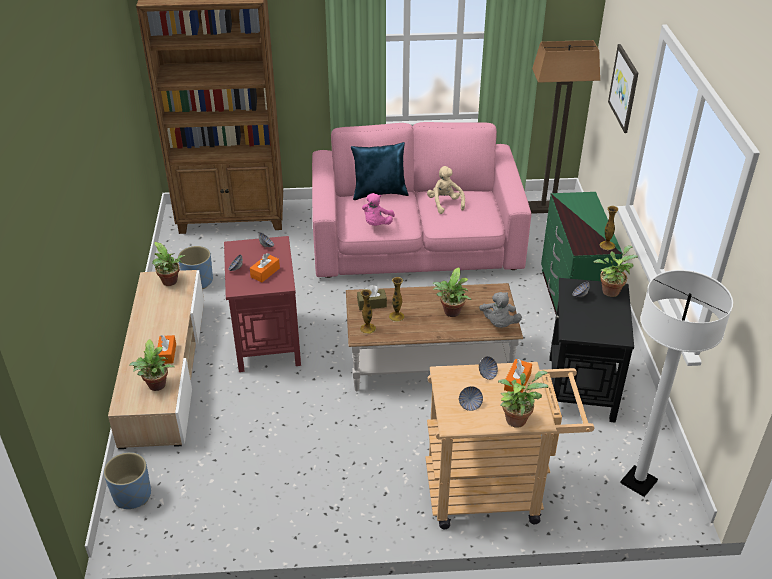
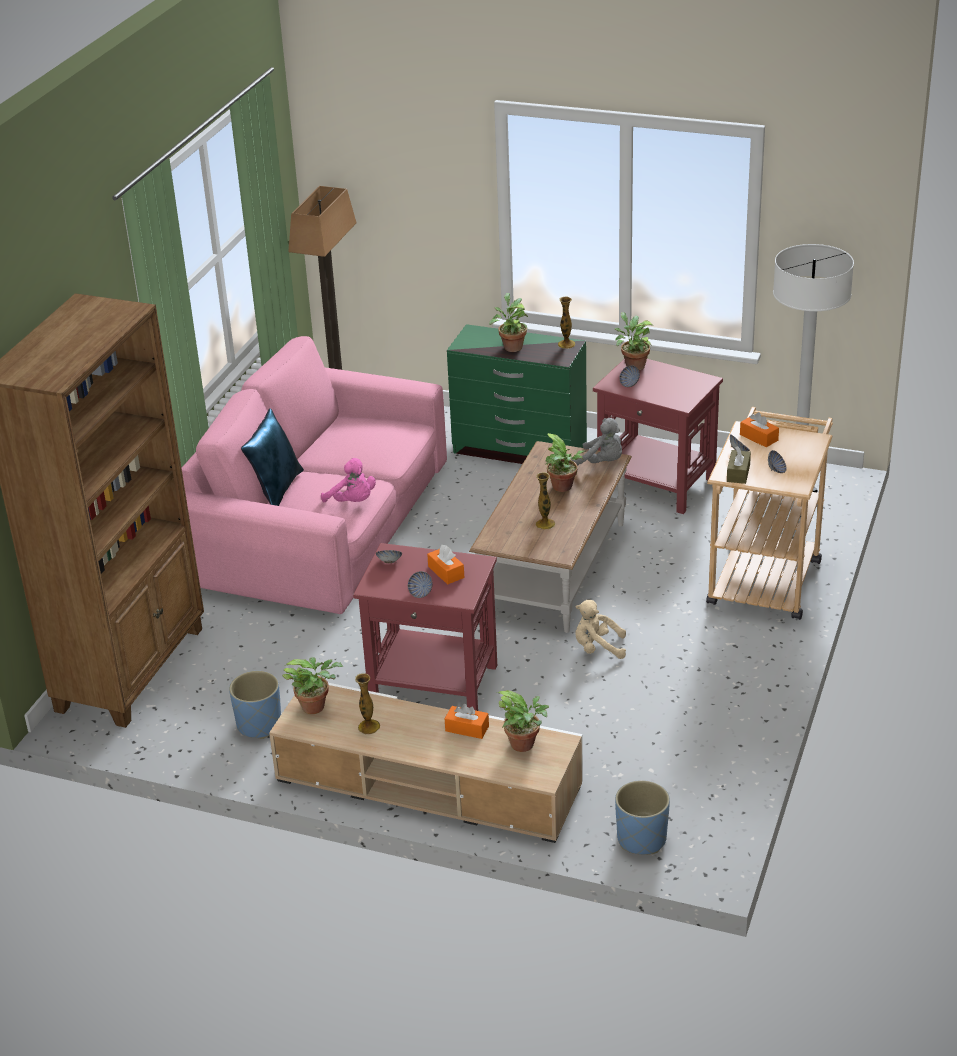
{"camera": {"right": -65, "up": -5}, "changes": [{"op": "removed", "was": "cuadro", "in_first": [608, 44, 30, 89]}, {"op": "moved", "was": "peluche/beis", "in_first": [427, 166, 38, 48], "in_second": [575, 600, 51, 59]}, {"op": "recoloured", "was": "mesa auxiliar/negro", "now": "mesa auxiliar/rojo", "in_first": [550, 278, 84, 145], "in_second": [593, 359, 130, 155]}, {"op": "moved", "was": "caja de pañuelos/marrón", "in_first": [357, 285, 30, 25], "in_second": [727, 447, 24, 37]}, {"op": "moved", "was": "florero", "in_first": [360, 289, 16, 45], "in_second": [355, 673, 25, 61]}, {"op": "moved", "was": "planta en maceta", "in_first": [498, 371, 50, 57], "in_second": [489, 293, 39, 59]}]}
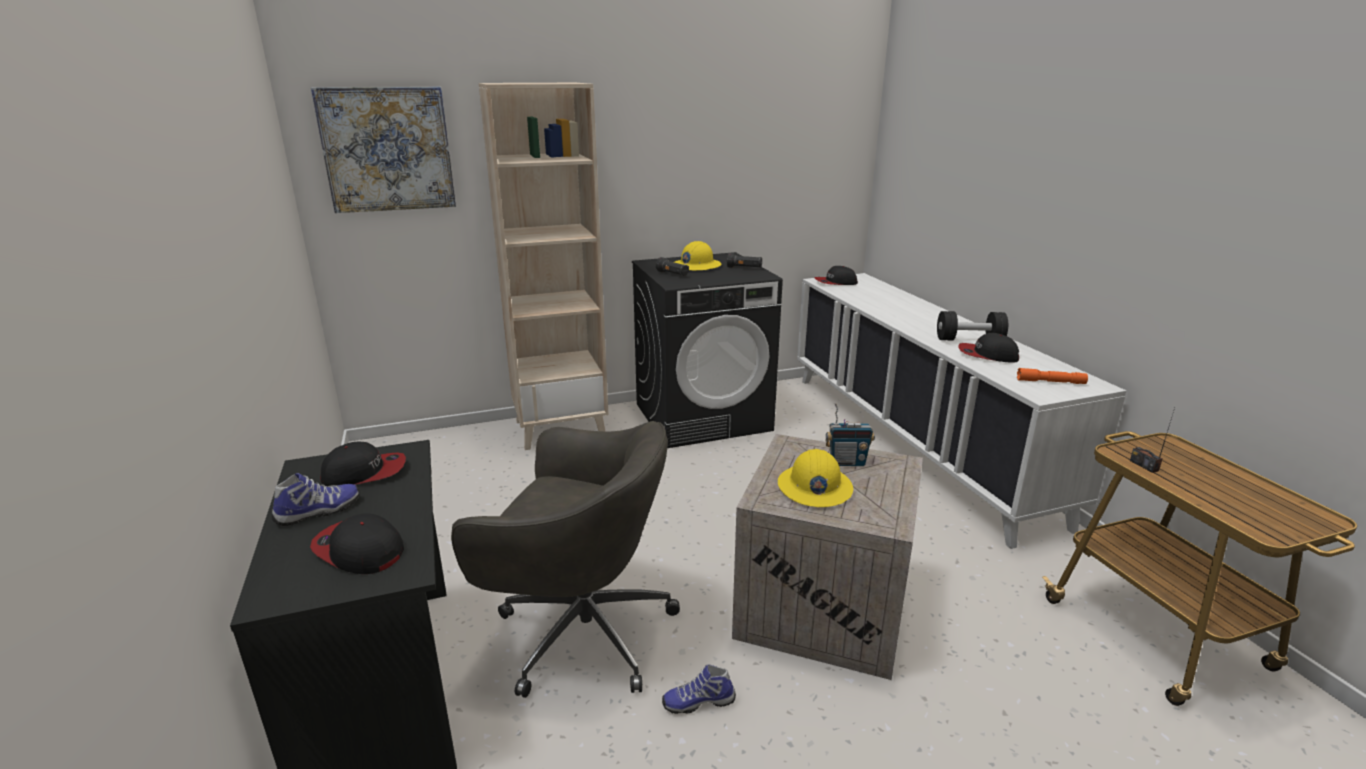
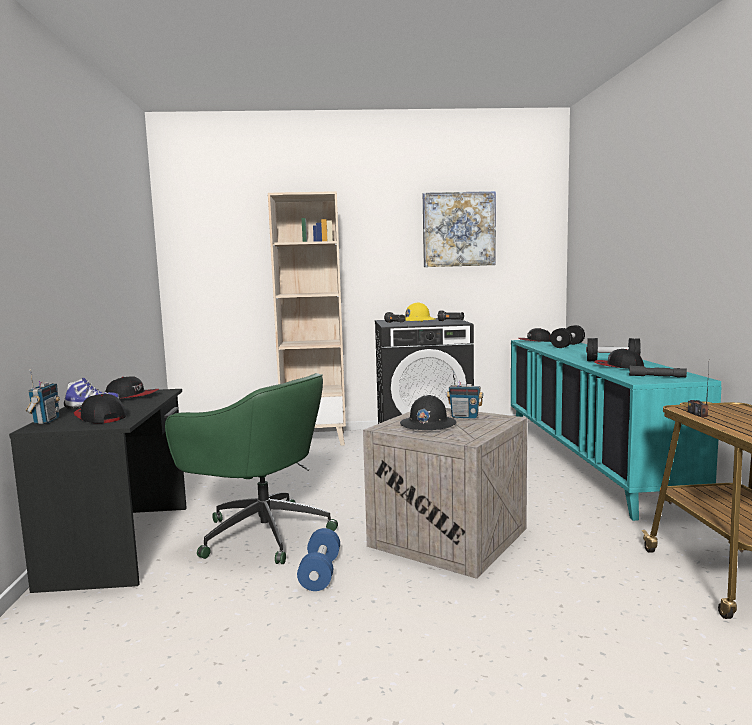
{"camera": {"right": 15, "up": -15}, "changes": [{"op": "moved", "was": "cuadro", "in_first": [311, 87, 145, 126], "in_second": [423, 191, 73, 76]}, {"op": "recoloured", "was": "armario/blanco", "now": "armario/turquesa", "in_first": [797, 273, 329, 276], "in_second": [511, 340, 211, 181]}, {"op": "recoloured", "was": "linterna/naranja", "now": "linterna/gris", "in_first": [1017, 368, 71, 16], "in_second": [629, 366, 58, 11]}, {"op": "recoloured", "was": "silla de oficina/gris", "now": "silla de oficina/verde", "in_first": [451, 421, 229, 277], "in_second": [165, 373, 173, 191]}, {"op": "recoloured", "was": "casco/amarillo", "now": "casco/negro", "in_first": [778, 449, 75, 58], "in_second": [400, 395, 57, 35]}, {"op": "replaced", "was": "zapato", "now": "mancuerna/azul", "in_first": [662, 664, 74, 50], "in_second": [297, 528, 43, 63]}, {"op": "added", "now": "mancuerna/negro", "in_second": [550, 325, 35, 23]}, {"op": "added", "now": "radio", "in_second": [26, 369, 34, 55]}]}
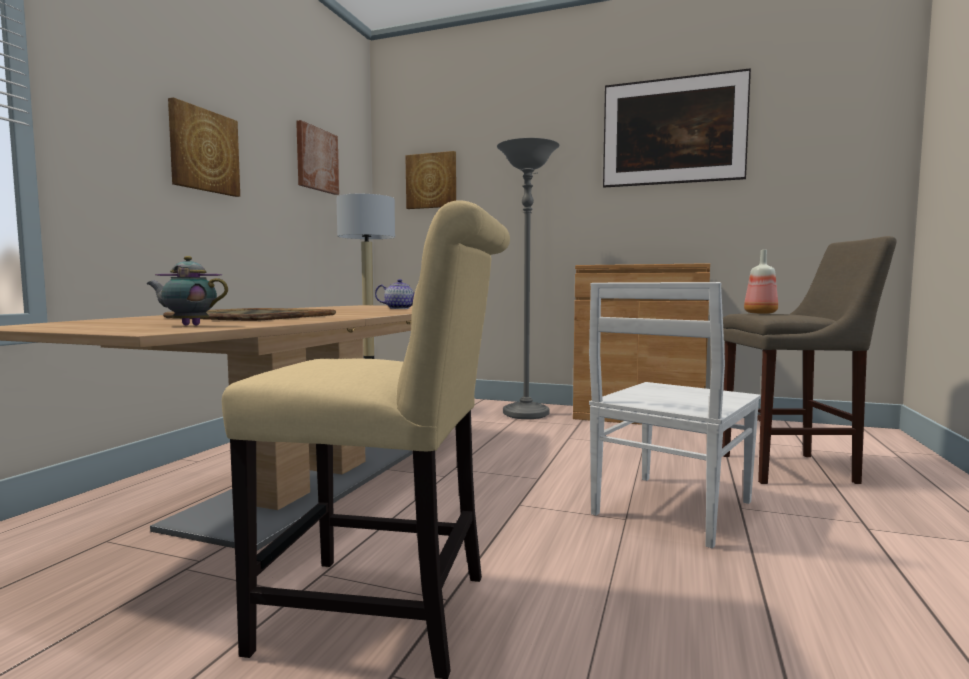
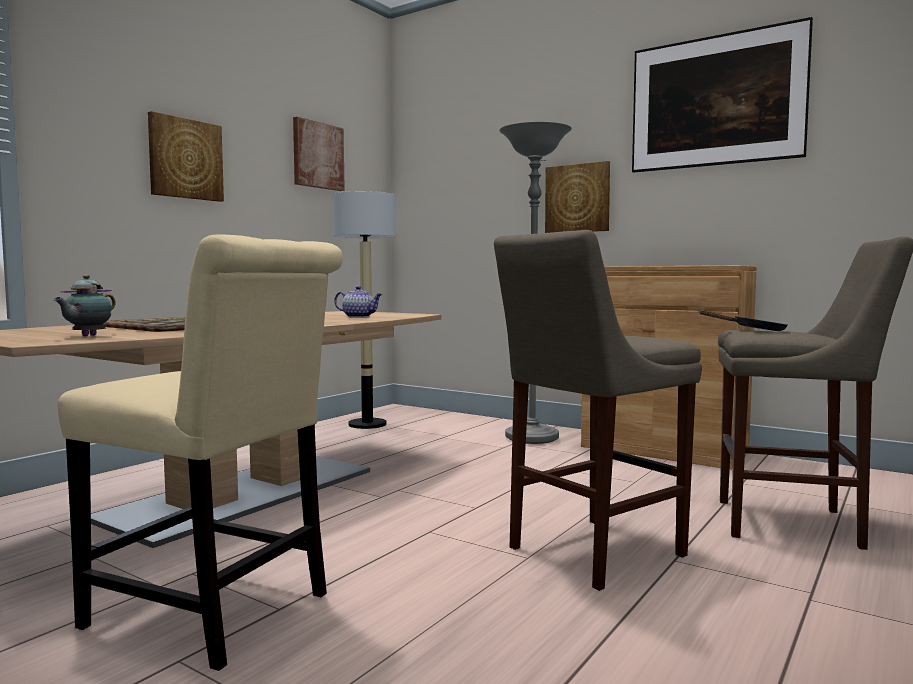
{"camera": {"right": 15, "up": 0}, "changes": [{"op": "moved", "was": "cuadro", "in_first": [405, 151, 51, 58], "in_second": [545, 161, 65, 72]}, {"op": "replaced", "was": "botella", "now": "sartén/negro", "in_first": [744, 250, 34, 64], "in_second": [699, 310, 88, 21]}, {"op": "turned", "was": "tetera", "in_first": [147, 256, 81, 69], "in_second": [54, 274, 61, 63], "clockwise": -90}, {"op": "replaced", "was": "silla/blanco", "now": "taburete/beis", "in_first": [589, 282, 172, 266], "in_second": [494, 230, 208, 361]}]}
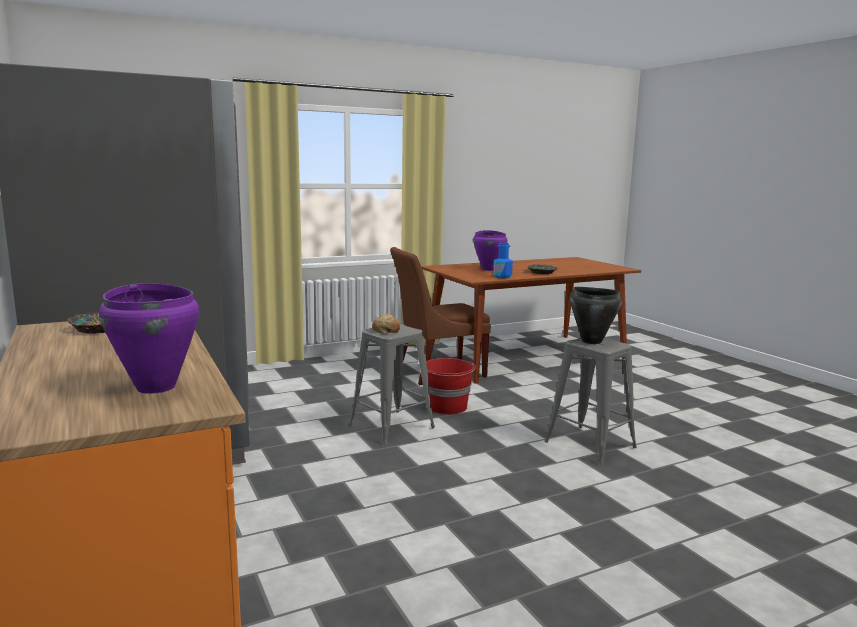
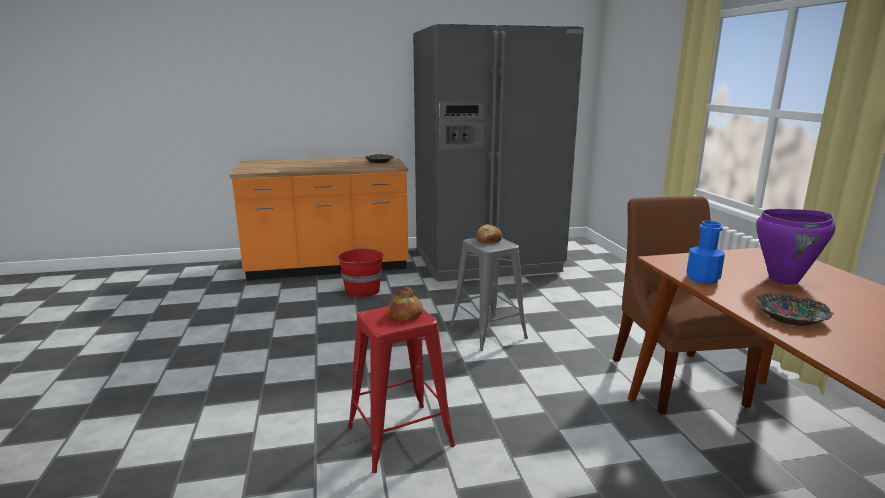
{"camera": {"right": 105, "up": 5}, "changes": [{"op": "removed", "was": "olla/morado", "in_first": [99, 283, 100, 111]}, {"op": "replaced", "was": "olla/negro", "now": "pan", "in_first": [570, 287, 52, 57], "in_second": [387, 286, 36, 34]}, {"op": "recoloured", "was": "taburete/gris", "now": "taburete/rojo", "in_first": [544, 338, 93, 127], "in_second": [348, 306, 107, 167]}, {"op": "moved", "was": "cubo/rojo", "in_first": [426, 358, 50, 57], "in_second": [336, 247, 47, 51]}]}
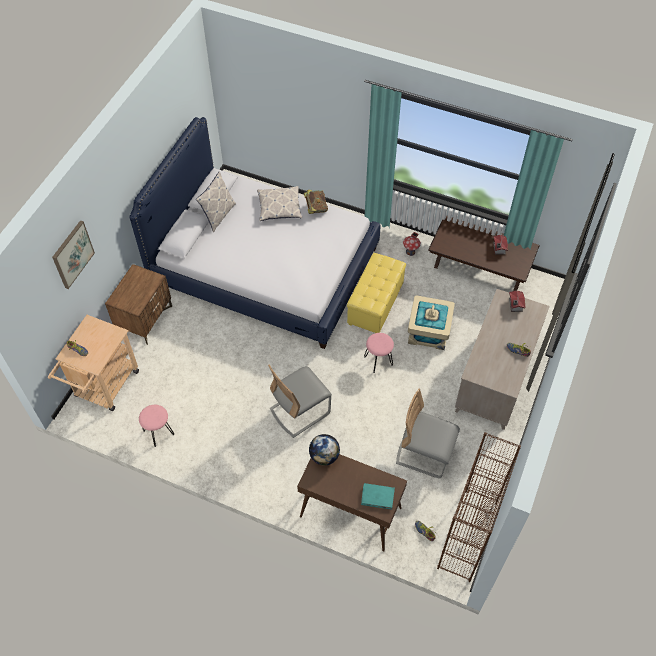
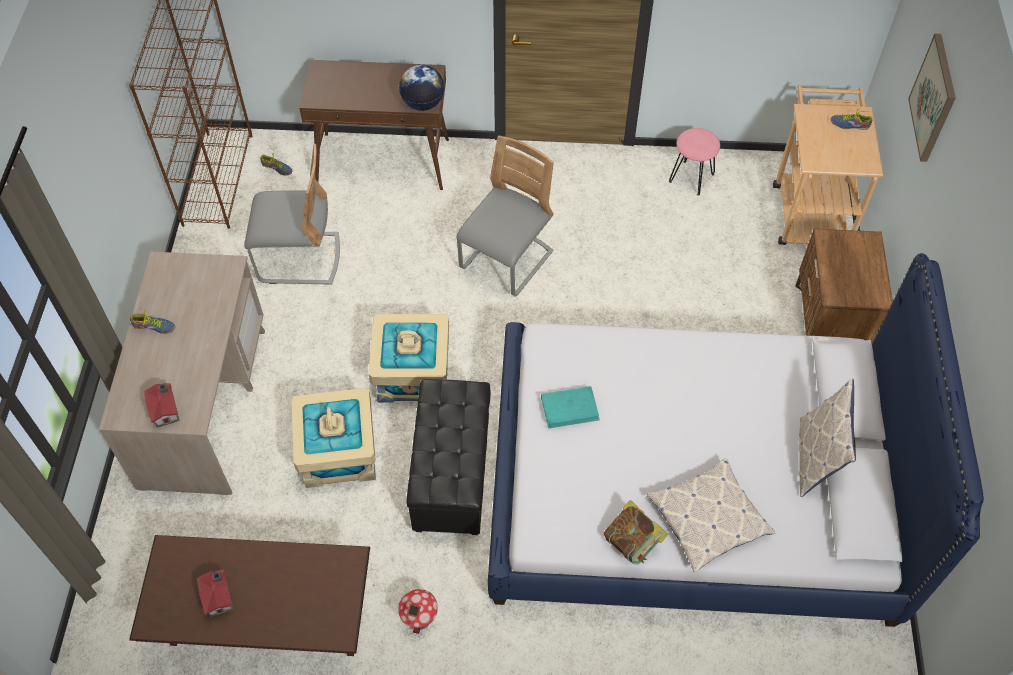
{"camera": {"right": 160, "up": 0}, "changes": [{"op": "recoloured", "was": "puf/amarillo", "now": "puf/negro", "in_first": [347, 253, 59, 80], "in_second": [406, 379, 85, 156]}, {"op": "replaced", "was": "taburete/rosa", "now": "caja de almacenaje/beis", "in_first": [364, 333, 30, 40], "in_second": [369, 314, 80, 89]}, {"op": "moved", "was": "libro/turquesa", "in_first": [361, 483, 34, 27], "in_second": [541, 386, 59, 42]}]}
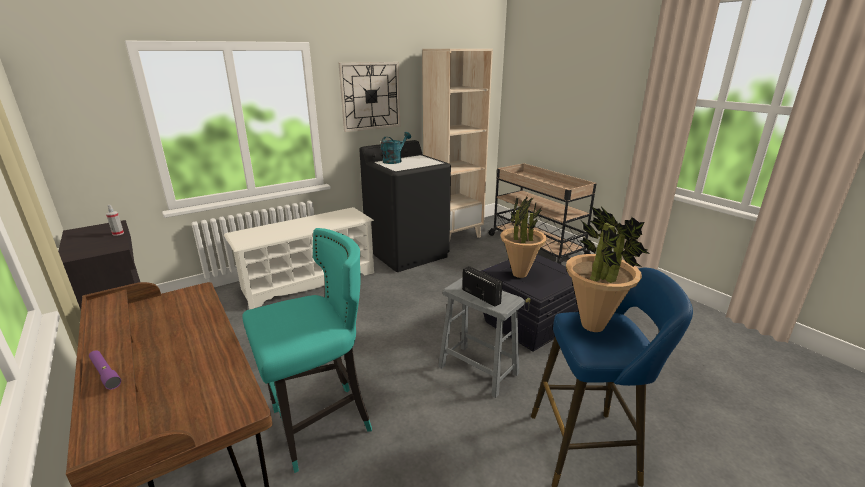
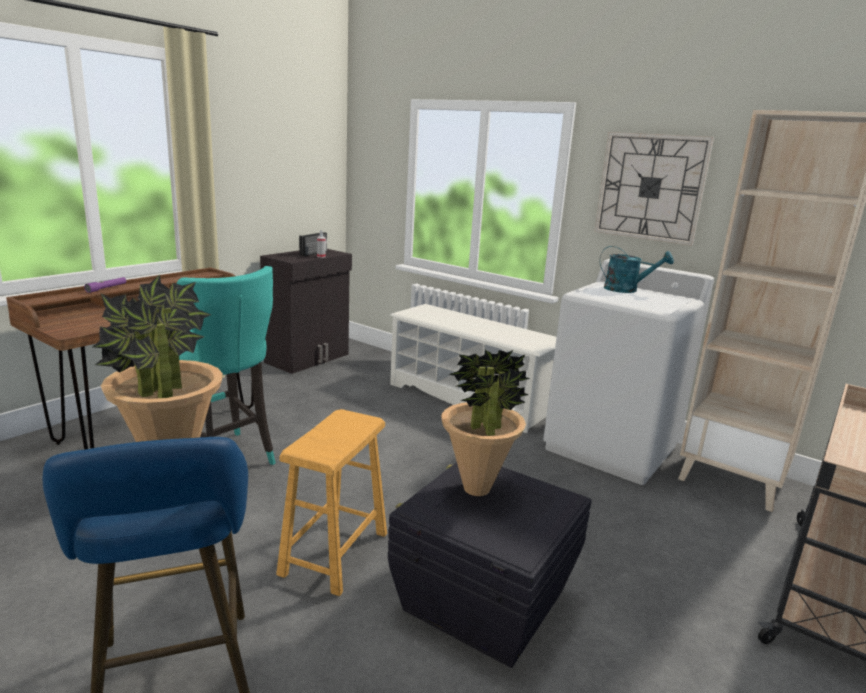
{"camera": {"right": 70, "up": -5}, "changes": [{"op": "recoloured", "was": "lavadora/negro", "now": "lavadora/blanco", "in_first": [359, 140, 92, 132], "in_second": [543, 259, 171, 226]}, {"op": "moved", "was": "radio", "in_first": [462, 266, 41, 41], "in_second": [299, 232, 28, 24]}, {"op": "recoloured", "was": "taburete/gris", "now": "taburete/marrón", "in_first": [438, 277, 87, 121], "in_second": [276, 409, 111, 187]}]}
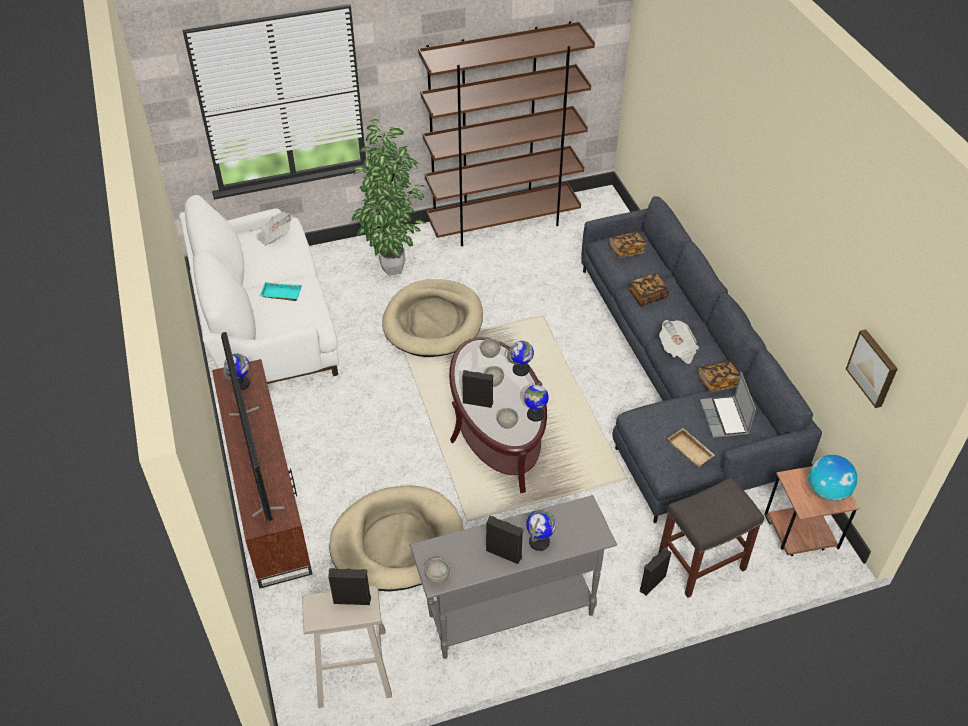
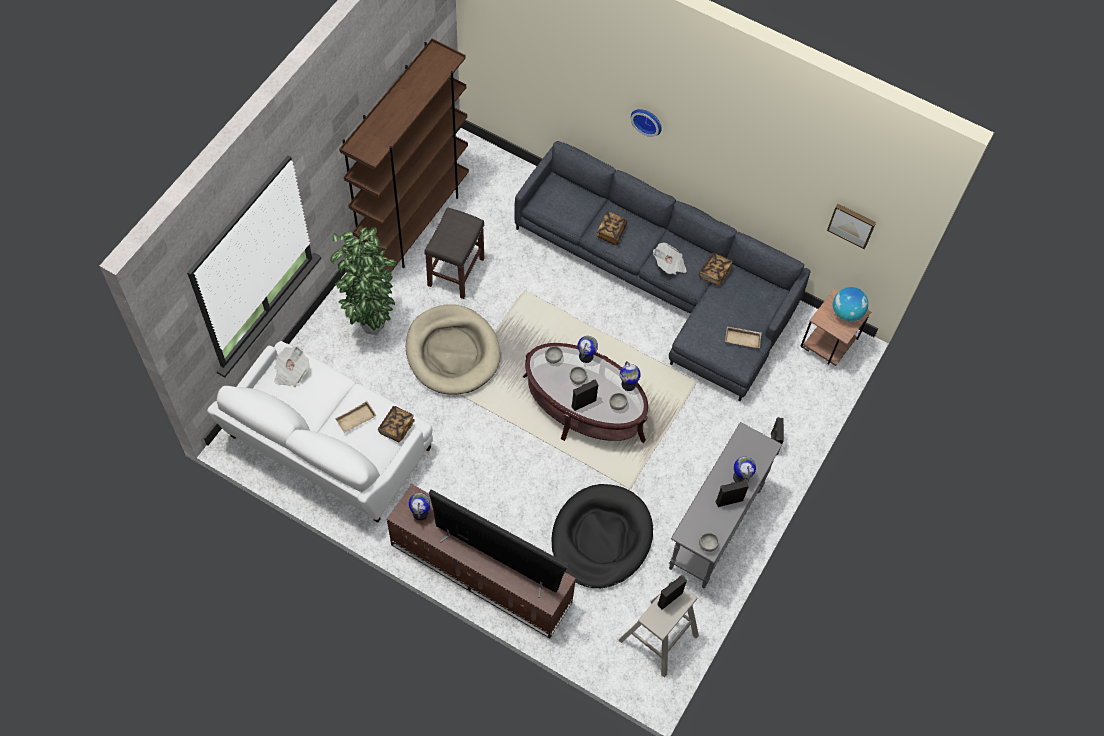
{"camera": {"right": -45, "up": 15}, "changes": [{"op": "moved", "was": "libro", "in_first": [609, 231, 38, 27], "in_second": [378, 406, 37, 36]}, {"op": "recoloured", "was": "bandeja/turquesa", "now": "bandeja/beis", "in_first": [260, 282, 42, 19], "in_second": [335, 401, 41, 32]}, {"op": "removed", "was": "portátil", "in_first": [700, 372, 56, 66]}, {"op": "moved", "was": "taburete/gris", "in_first": [658, 477, 106, 121], "in_second": [424, 207, 60, 92]}, {"op": "recoloured", "was": "cama para perro/beis", "now": "cama para perro/negro", "in_first": [329, 486, 134, 106], "in_second": [552, 484, 101, 104]}, {"op": "added", "now": "reloj de pared", "in_second": [631, 109, 31, 28]}]}
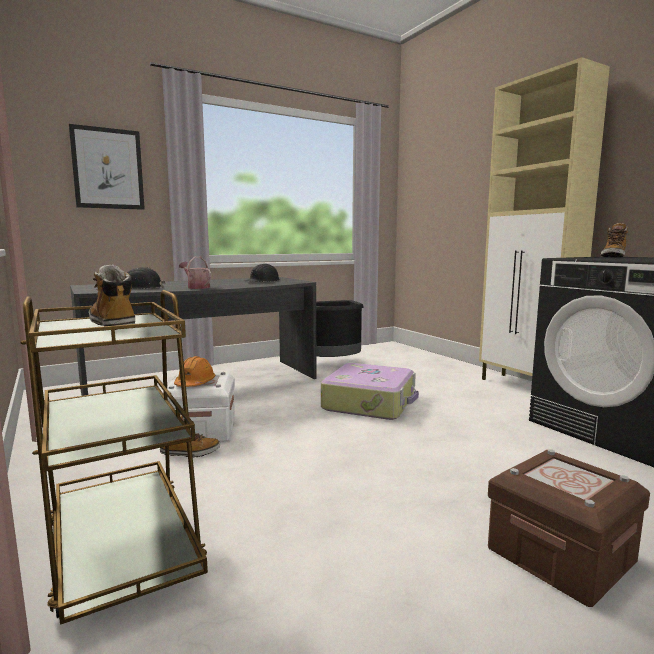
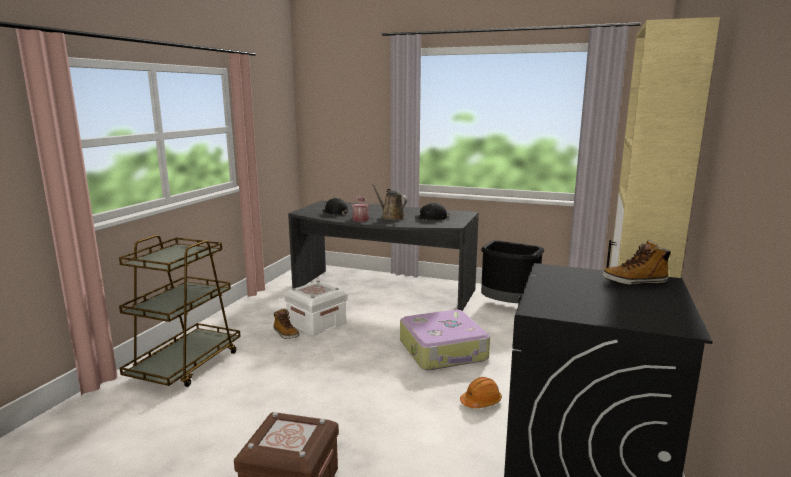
{"camera": {"right": 50, "up": 5}, "changes": [{"op": "removed", "was": "cuadro", "in_first": [69, 124, 76, 86]}, {"op": "removed", "was": "bota", "in_first": [89, 264, 46, 66]}, {"op": "moved", "was": "casco/naranja", "in_first": [174, 356, 41, 31], "in_second": [460, 377, 42, 31]}, {"op": "added", "now": "regadera/marrón", "in_second": [371, 183, 36, 37]}]}
